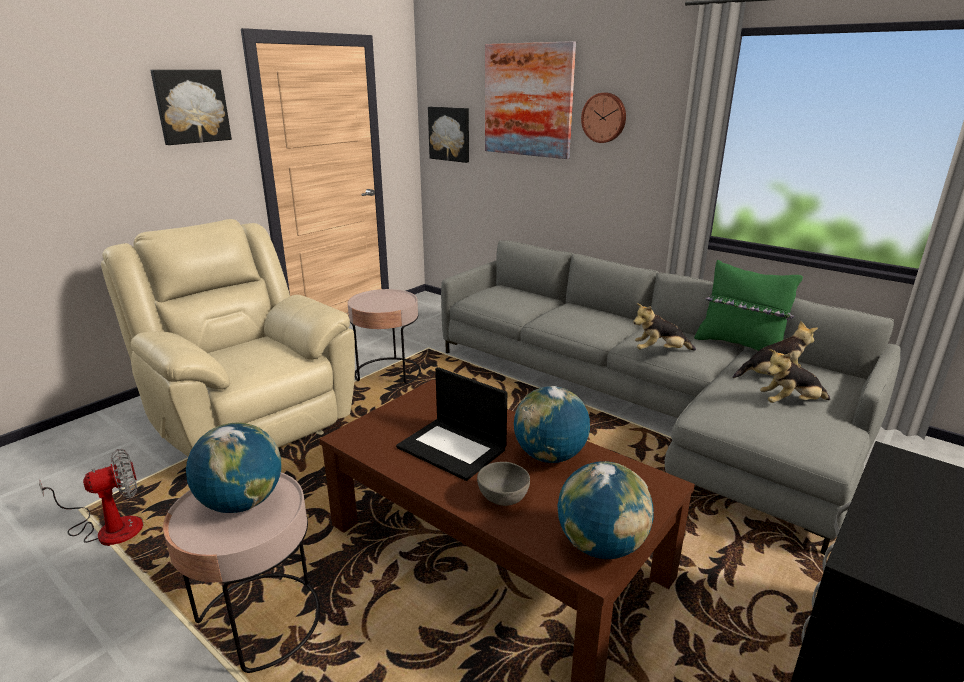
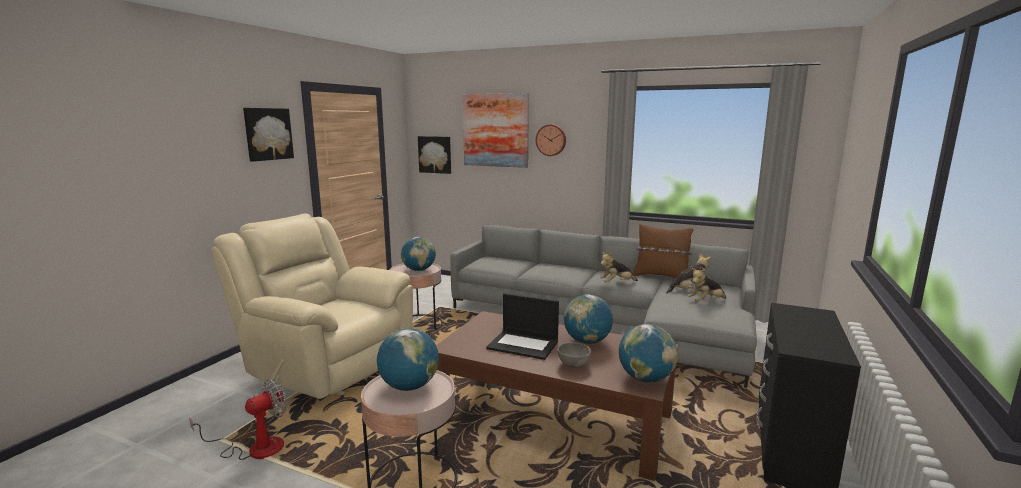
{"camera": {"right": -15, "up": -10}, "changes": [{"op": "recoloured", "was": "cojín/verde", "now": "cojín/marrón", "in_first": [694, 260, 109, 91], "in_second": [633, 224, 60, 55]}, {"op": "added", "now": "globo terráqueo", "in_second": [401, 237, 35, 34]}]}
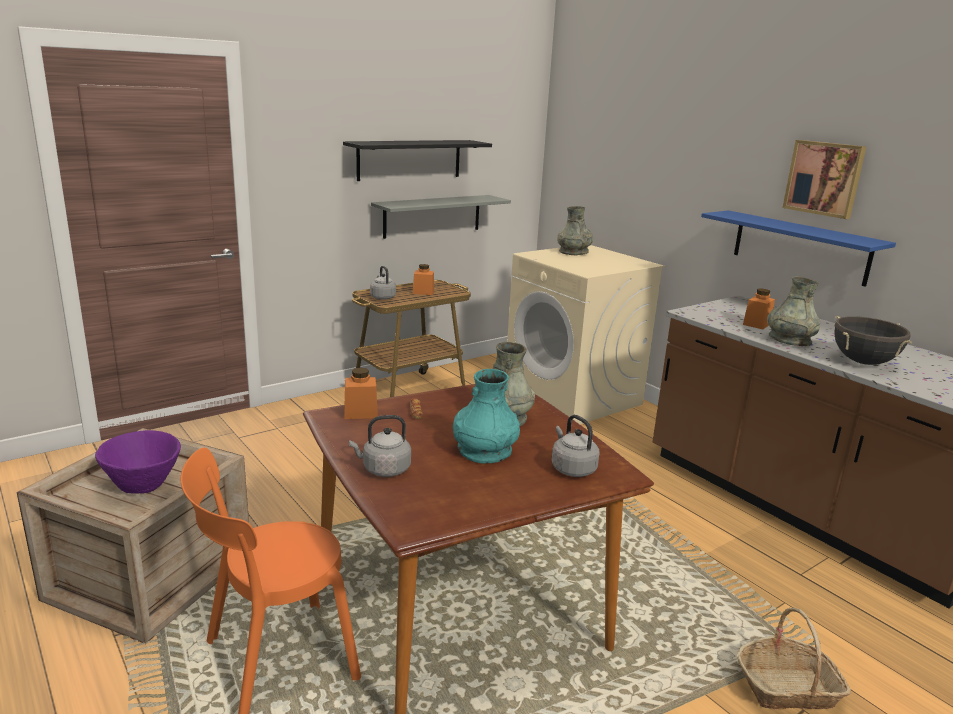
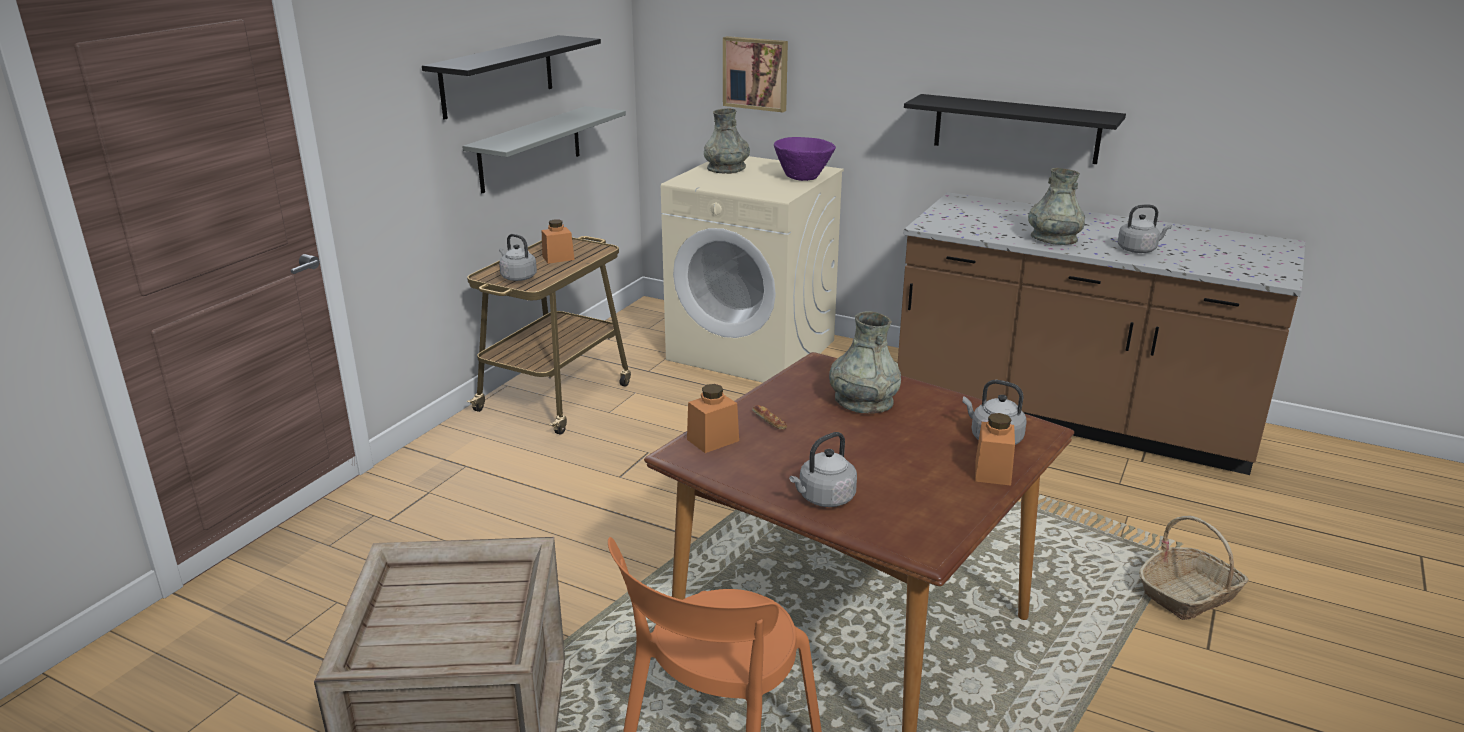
{"camera": {"right": -25, "up": 5}, "changes": [{"op": "moved", "was": "cuadro", "in_first": [783, 140, 83, 79], "in_second": [723, 36, 65, 76]}, {"op": "recoloured", "was": "estante/azul", "now": "estante/negro", "in_first": [701, 210, 195, 77], "in_second": [904, 94, 222, 70]}, {"op": "moved", "was": "tarro/naranja", "in_first": [743, 288, 32, 41], "in_second": [975, 413, 40, 73]}, {"op": "replaced", "was": "olla/negro", "now": "hervidor/gris", "in_first": [834, 316, 78, 49], "in_second": [1118, 205, 54, 48]}, {"op": "removed", "was": "florero/turquesa", "in_first": [453, 369, 67, 95]}, {"op": "moved", "was": "cuenco/morado", "in_first": [95, 430, 86, 64], "in_second": [774, 137, 62, 44]}]}
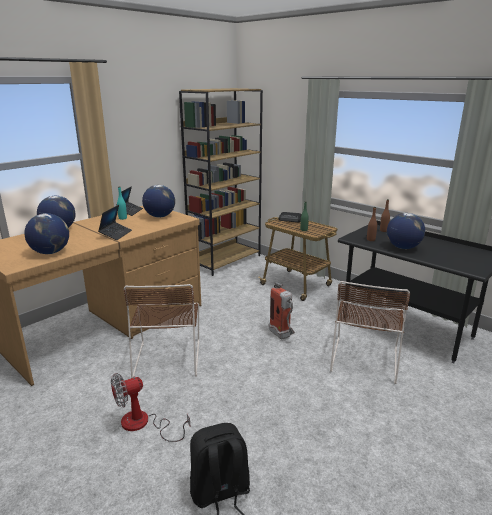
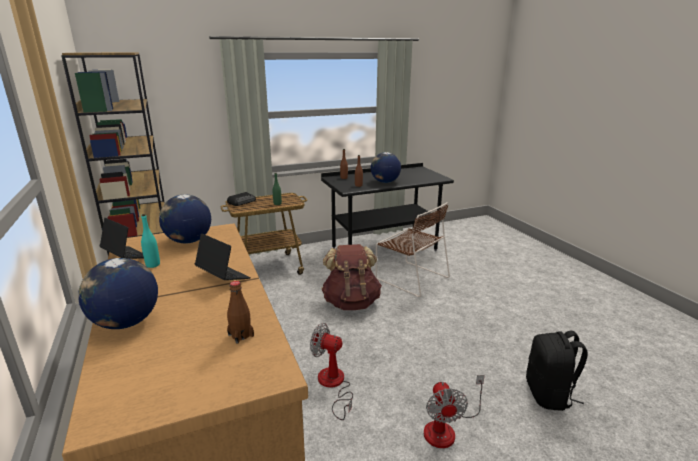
{"camera": {"right": -65, "up": 0}, "changes": [{"op": "replaced", "was": "globo terráqueo", "now": "botella/marrón", "in_first": [24, 213, 45, 41], "in_second": [227, 281, 27, 63]}, {"op": "replaced", "was": "extintor", "now": "mochila/marrón", "in_first": [269, 282, 26, 57], "in_second": [321, 244, 61, 66]}, {"op": "replaced", "was": "silla/marrón", "now": "ventilador", "in_first": [123, 284, 77, 94], "in_second": [310, 323, 43, 97]}]}
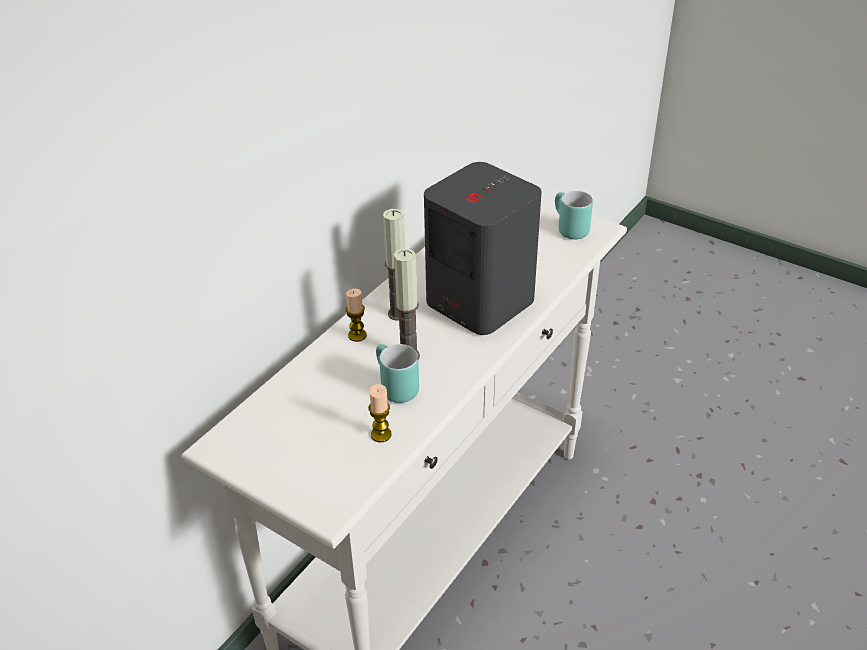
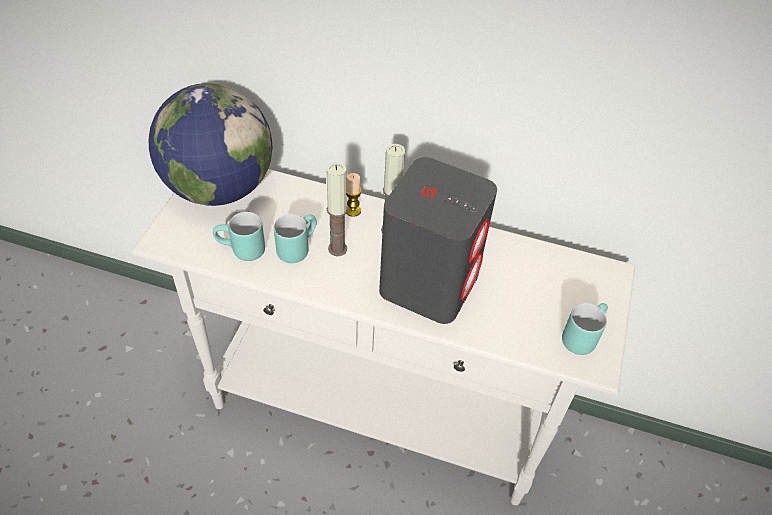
{"camera": {"right": 70, "up": 10}, "changes": [{"op": "replaced", "was": "vela", "now": "taza grande/turquesa", "in_first": [368, 384, 24, 58], "in_second": [213, 212, 52, 49]}, {"op": "added", "now": "globo terráqueo", "in_second": [149, 83, 123, 123]}]}
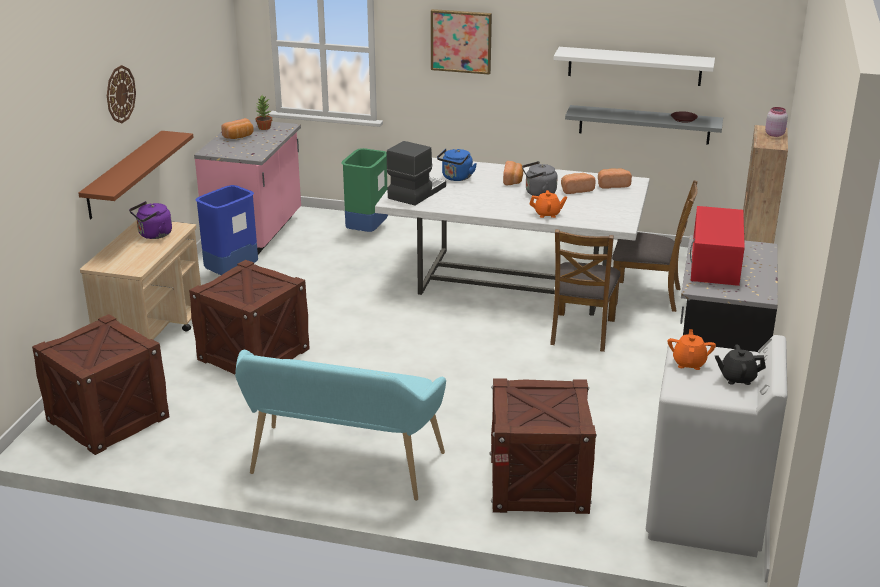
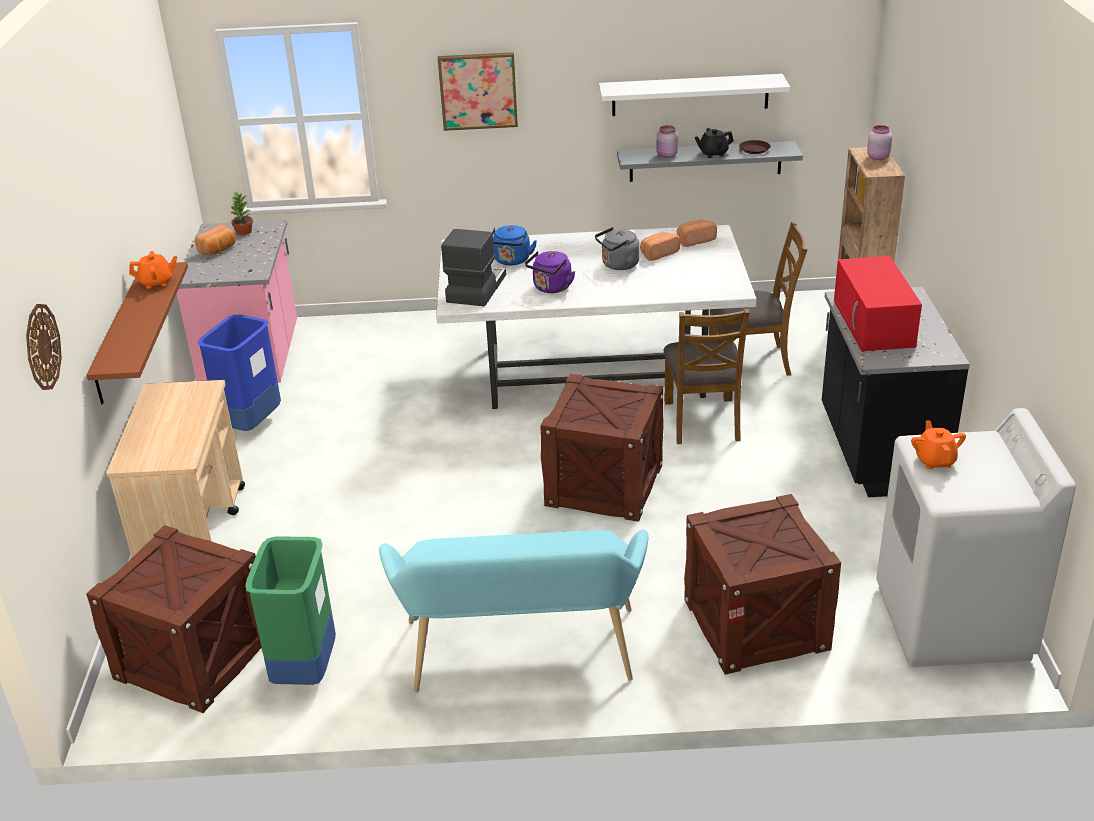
{"camera": {"right": -15, "up": 5}, "changes": [{"op": "moved", "was": "reloj de pared", "in_first": [107, 65, 29, 58], "in_second": [26, 304, 36, 86]}, {"op": "moved", "was": "papelera/verde", "in_first": [341, 148, 47, 84], "in_second": [245, 536, 91, 149]}, {"op": "removed", "was": "pan", "in_first": [503, 161, 21, 24]}, {"op": "moved", "was": "tetera/naranja", "in_first": [530, 190, 37, 28], "in_second": [129, 251, 48, 38]}, {"op": "moved", "was": "hervidor/morado", "in_first": [129, 201, 43, 38], "in_second": [525, 251, 50, 42]}, {"op": "moved", "was": "caja de embalaje", "in_first": [189, 260, 121, 114], "in_second": [540, 374, 124, 148]}, {"op": "moved", "was": "tetera/negro", "in_first": [715, 344, 51, 41], "in_second": [695, 128, 39, 30]}, {"op": "added", "now": "tarro/rosa", "in_second": [657, 125, 21, 33]}]}
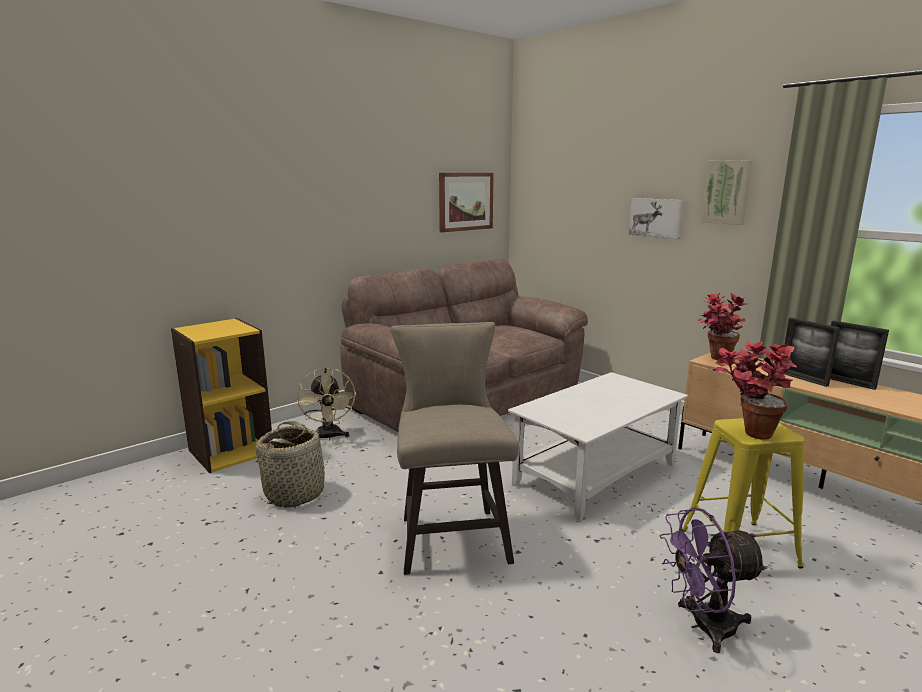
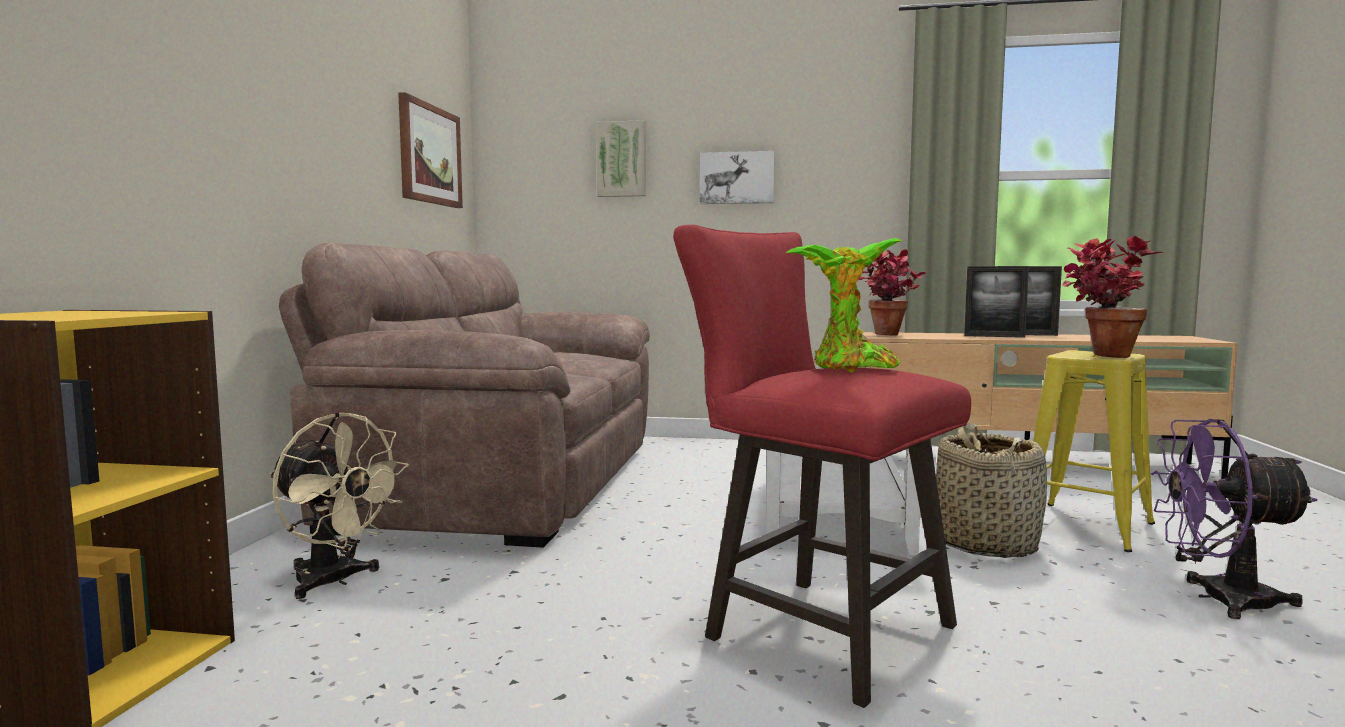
{"camera": {"right": -40, "up": -10}, "changes": [{"op": "moved", "was": "cuadro", "in_first": [701, 160, 51, 65], "in_second": [596, 120, 50, 77]}, {"op": "recoloured", "was": "taburete/beis", "now": "taburete/rojo", "in_first": [391, 322, 128, 253], "in_second": [673, 224, 298, 484]}, {"op": "moved", "was": "cesta", "in_first": [255, 421, 75, 87], "in_second": [936, 423, 111, 135]}, {"op": "turned", "was": "ventilador/morado", "in_first": [660, 507, 108, 146], "in_second": [1150, 419, 167, 200], "clockwise": 60}, {"op": "added", "now": "planta en maceta", "in_second": [786, 238, 117, 135]}]}
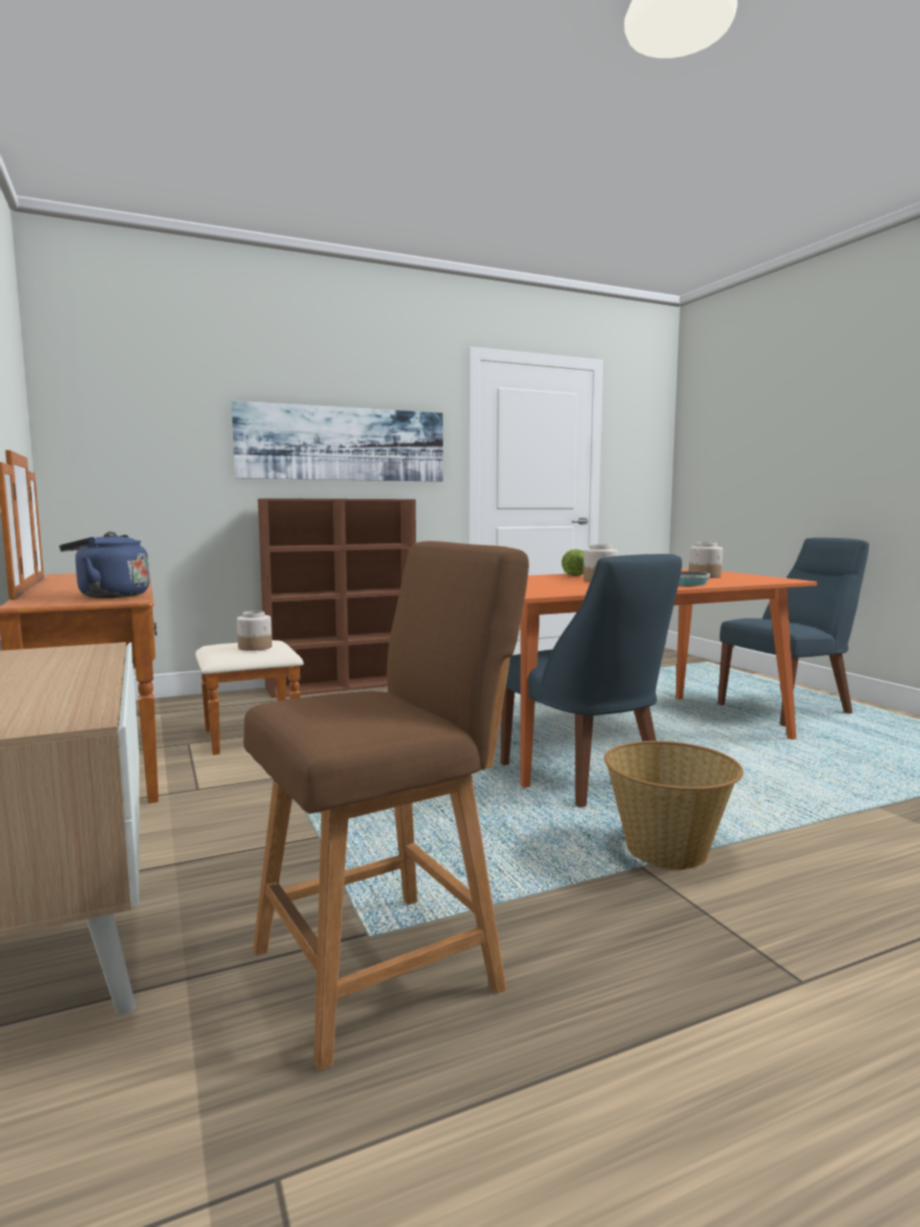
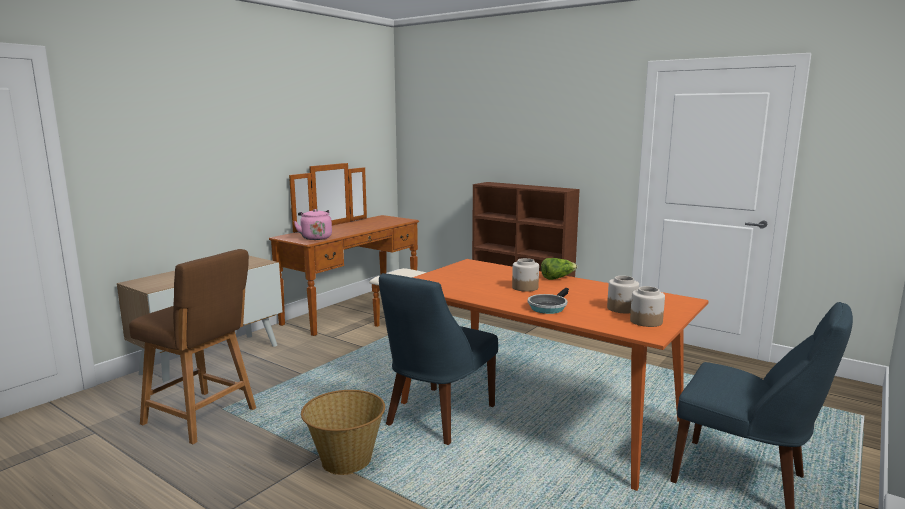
{"camera": {"right": 60, "up": 5}, "changes": [{"op": "removed", "was": "cuadro", "in_first": [231, 401, 212, 81]}, {"op": "recoloured", "was": "hervidor/azul", "now": "hervidor/rosa", "in_first": [59, 532, 91, 66], "in_second": [294, 209, 38, 31]}, {"op": "moved", "was": "tarro", "in_first": [237, 611, 35, 40], "in_second": [630, 286, 35, 41]}]}
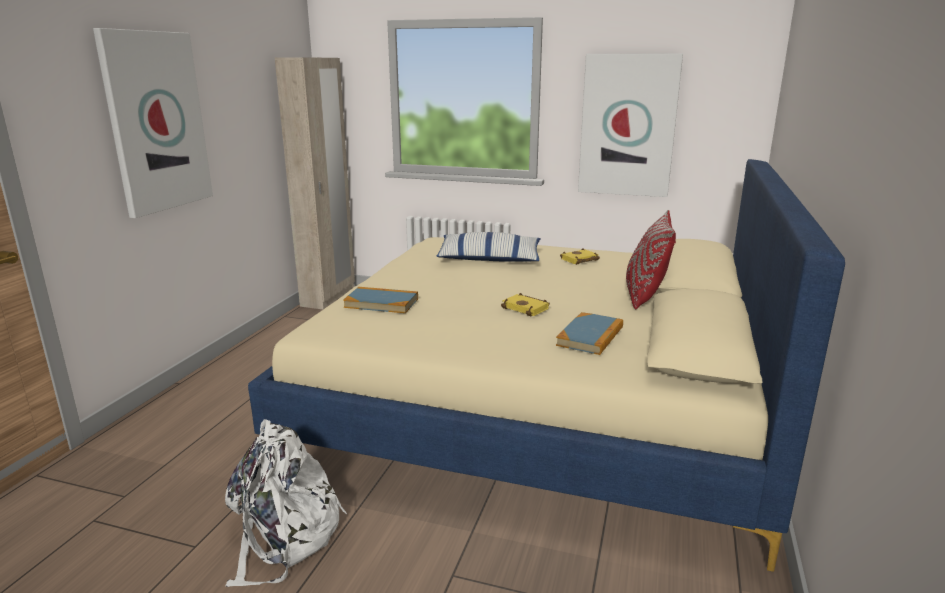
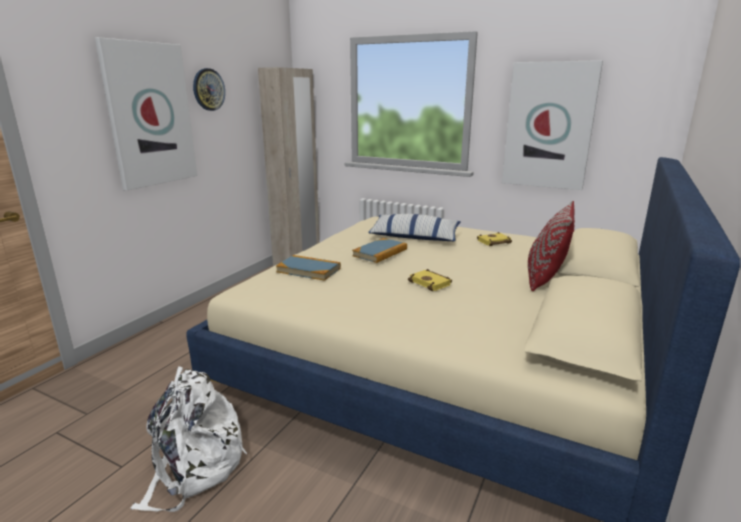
{"camera": {"right": 10, "up": 0}, "changes": [{"op": "moved", "was": "libro", "in_first": [556, 312, 67, 43], "in_second": [352, 238, 55, 25]}, {"op": "added", "now": "reloj de pared", "in_second": [193, 68, 32, 43]}]}
